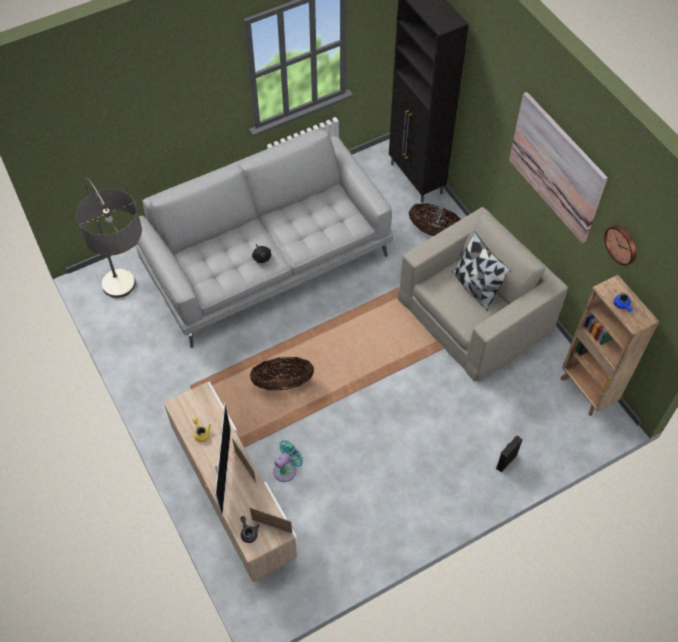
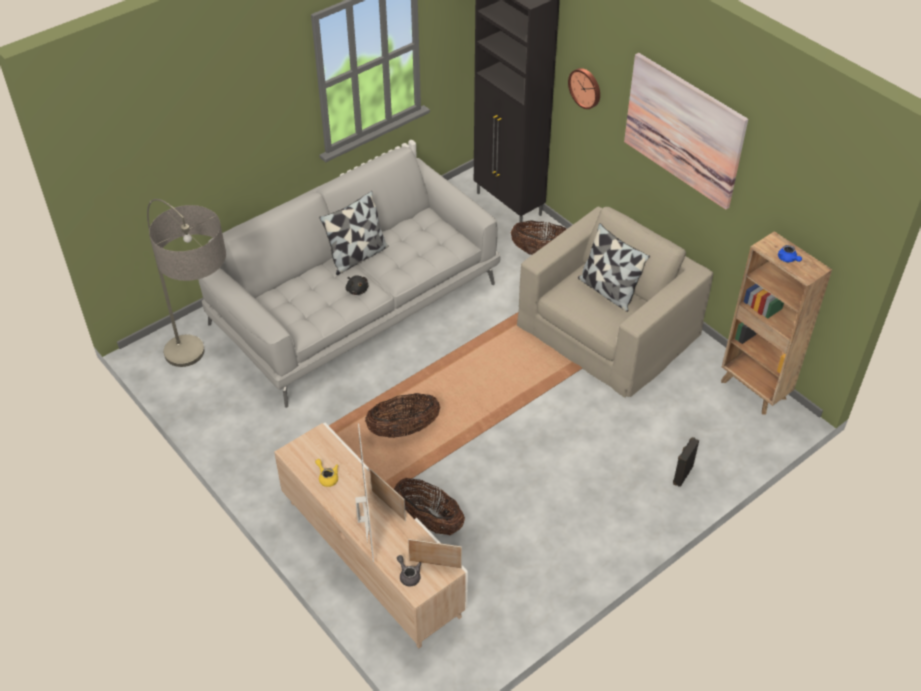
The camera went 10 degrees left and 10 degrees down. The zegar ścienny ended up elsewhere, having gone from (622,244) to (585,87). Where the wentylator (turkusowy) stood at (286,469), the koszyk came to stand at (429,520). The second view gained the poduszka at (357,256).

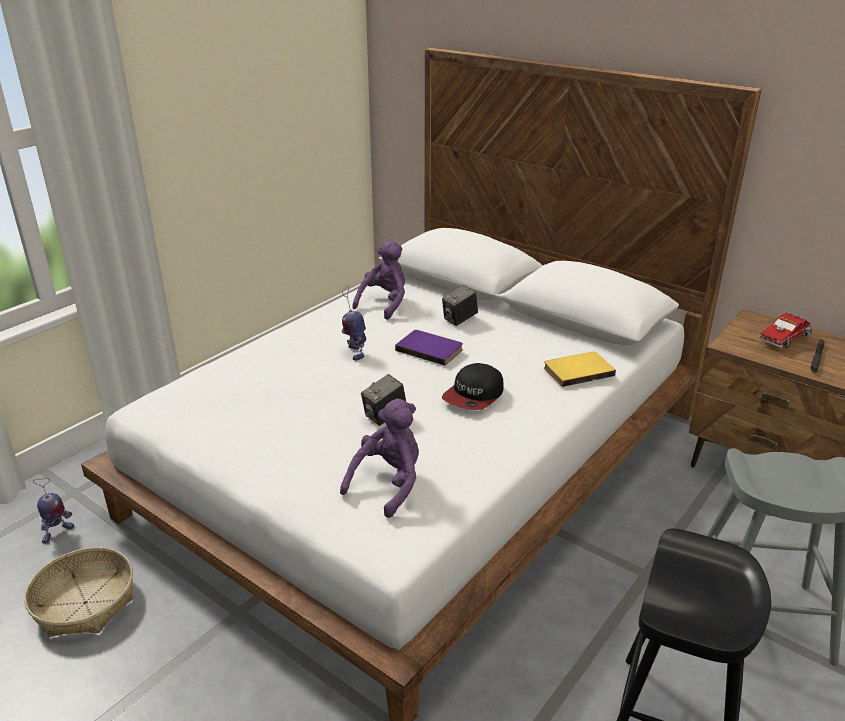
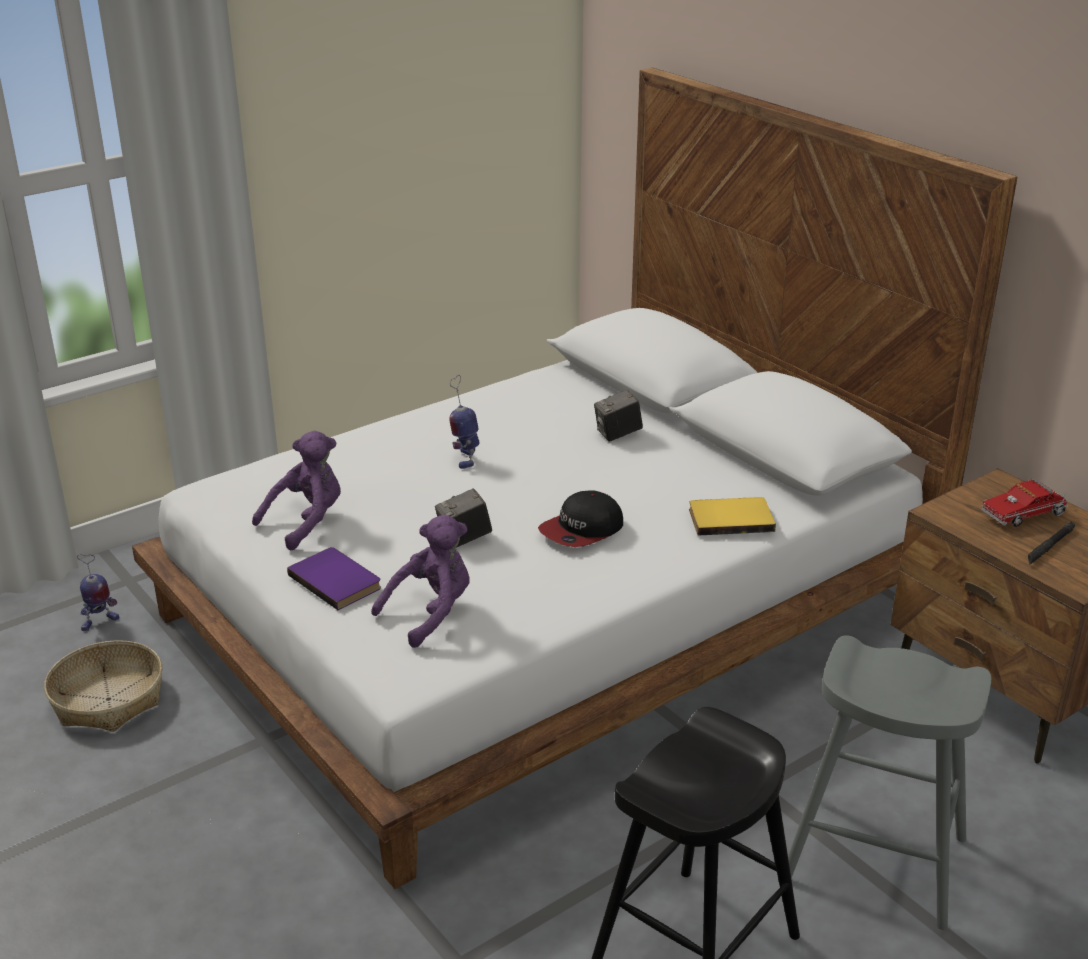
The camera went 15 degrees right and 0 degrees up. The pluszak (fioletowy) ended up elsewhere, having gone from (384,304) to (307,522). The książka (fioletowy) ended up elsewhere, having gone from (430,349) to (337,580).

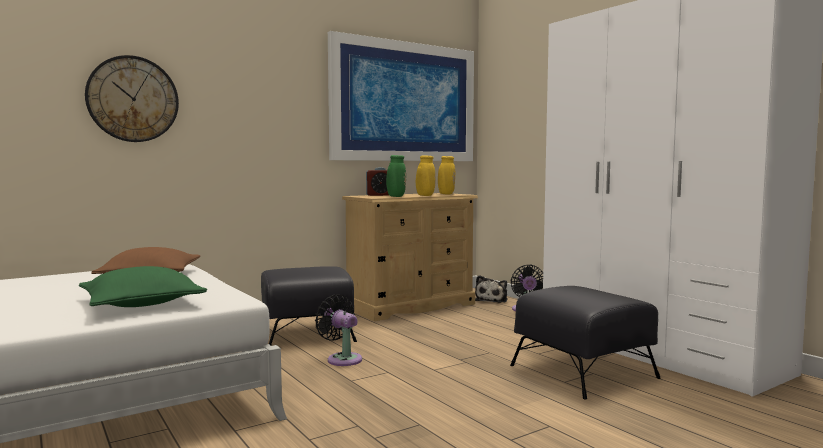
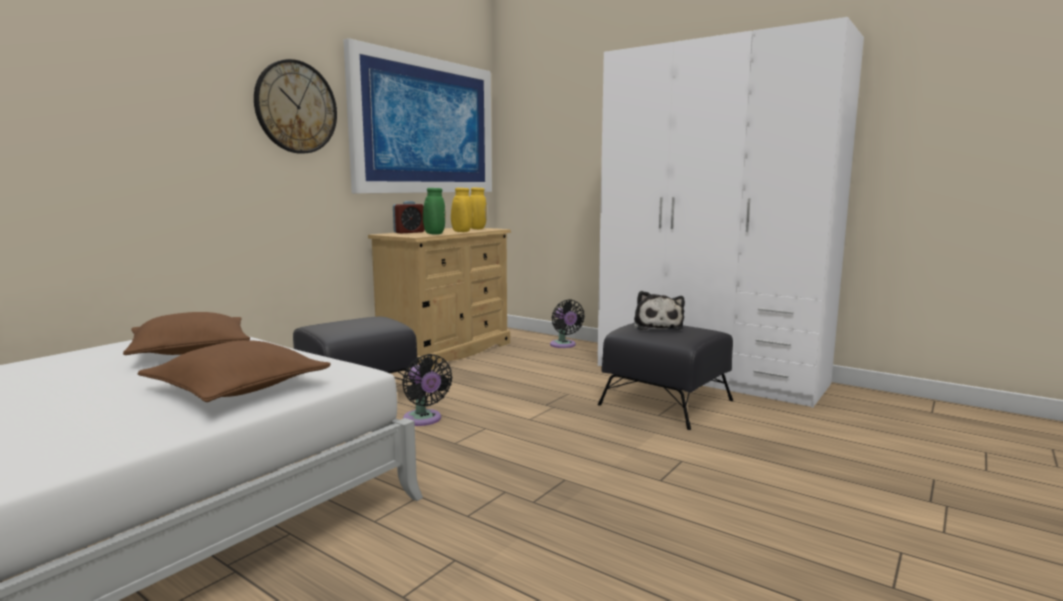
The camera went 20 degrees left and 5 degrees up. The zegar ścienny ended up elsewhere, having gone from (133,99) to (296,107). What was the poduszka (zielony) at (142,303) turned into the poduszka (brązowy) at (238,389). The pluszak ended up elsewhere, having gone from (492,300) to (657,326). The wentylator (czarny) at (342,359) ended up facing another way, 150 degrees counterclockwise from before.

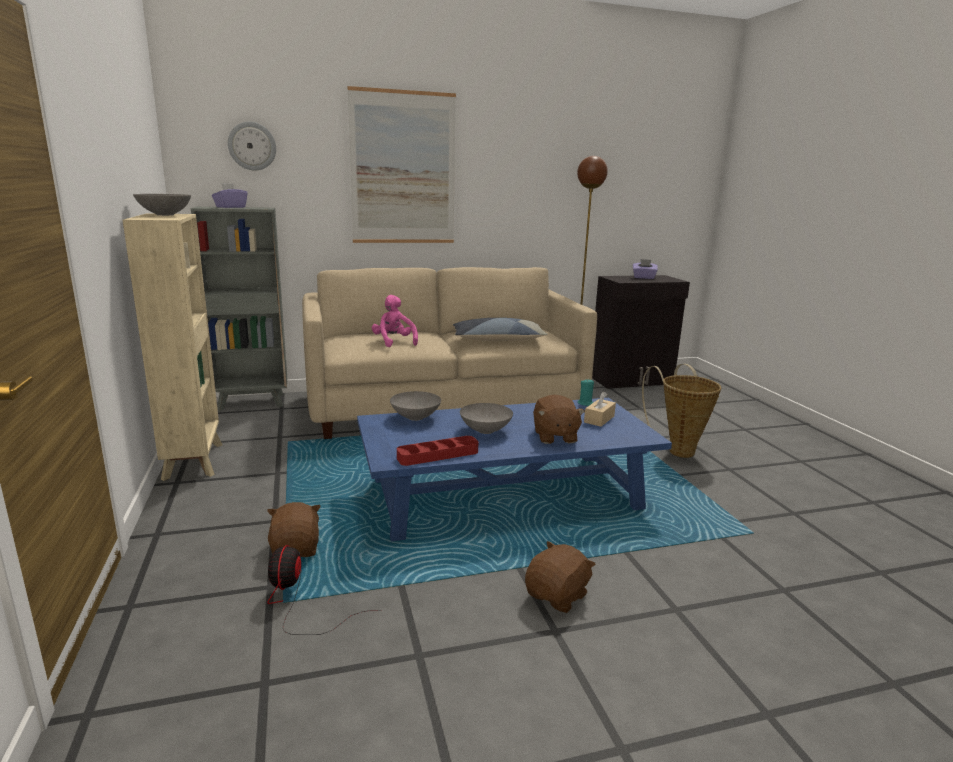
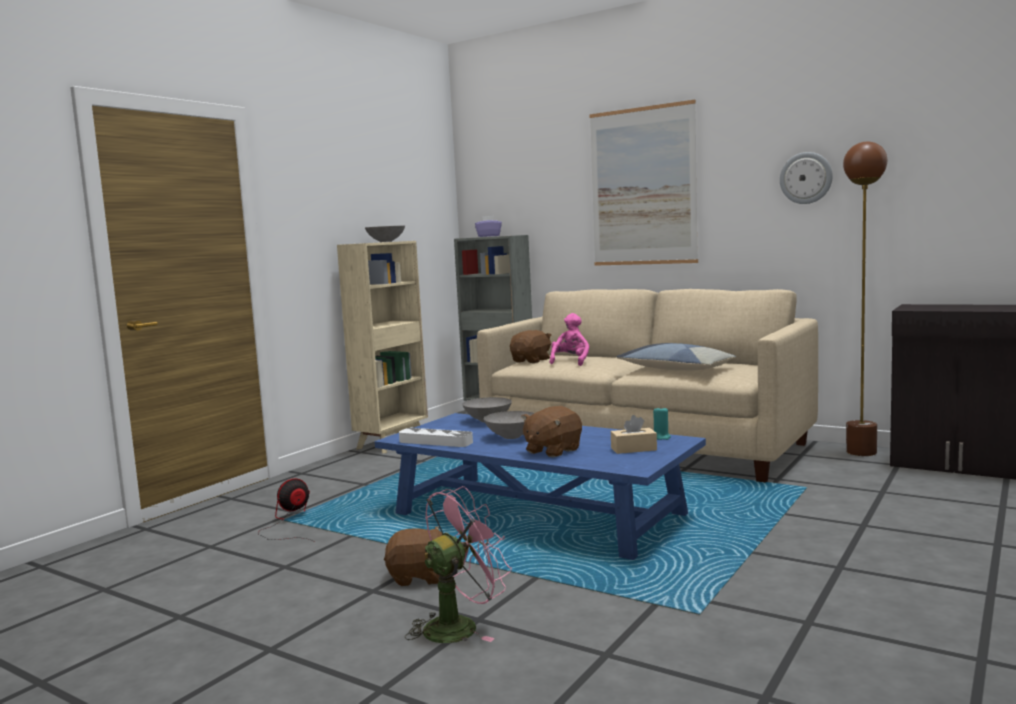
The camera went 50 degrees right and 10 degrees down. The zegar ścienny ended up elsewhere, having gone from (252,146) to (806,178). The second view lost the pudełko chusteczek (fioletowy) at (643,278). The second view lost the koszyk at (678,450). What was the taca (czerwony) at (438,455) turned into the taca (biały) at (435,442). The pluszak (brązowy) ended up elsewhere, having gone from (296,549) to (531,361). The second view gained the wentylator (różowy) at (459,626).

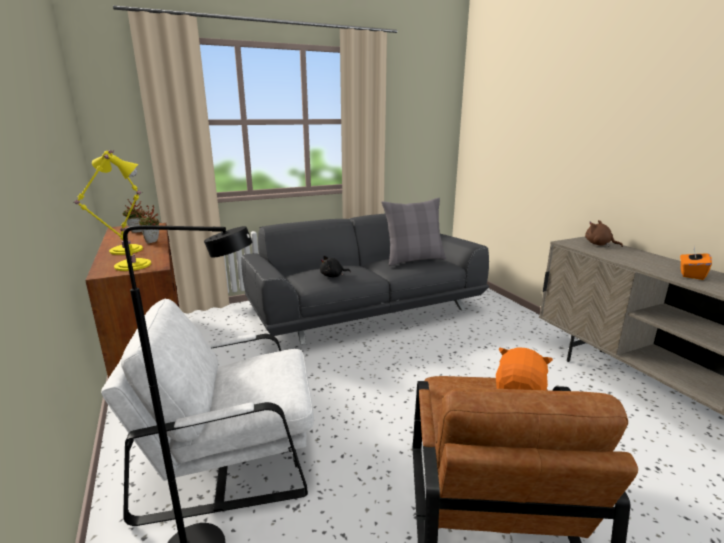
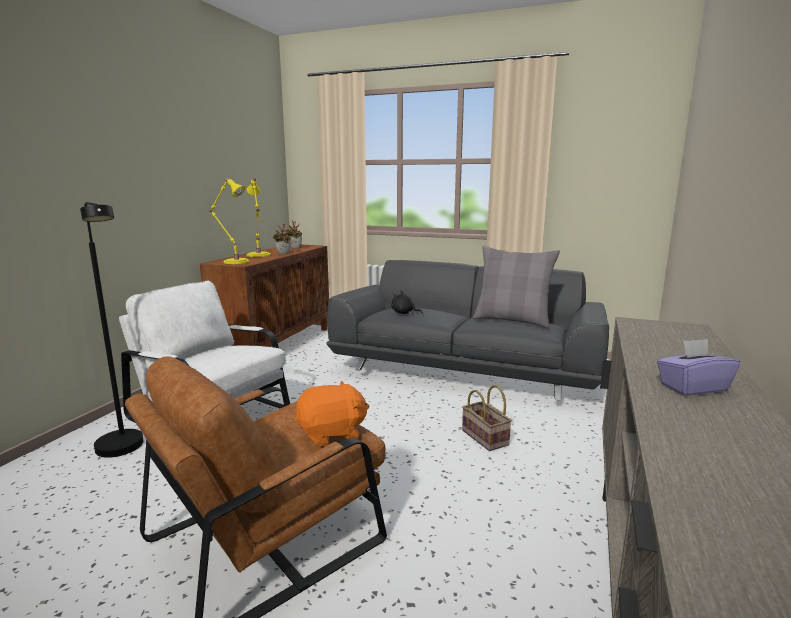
The camera went 45 degrees right and 5 degrees down. The second view lost the pluszak (brązowy) at (599,244). What was the pudełko chusteczek (pomarańczowy) at (691,274) turned into the pudełko chusteczek (fioletowy) at (692,388). The second view gained the koszyk at (486,438).

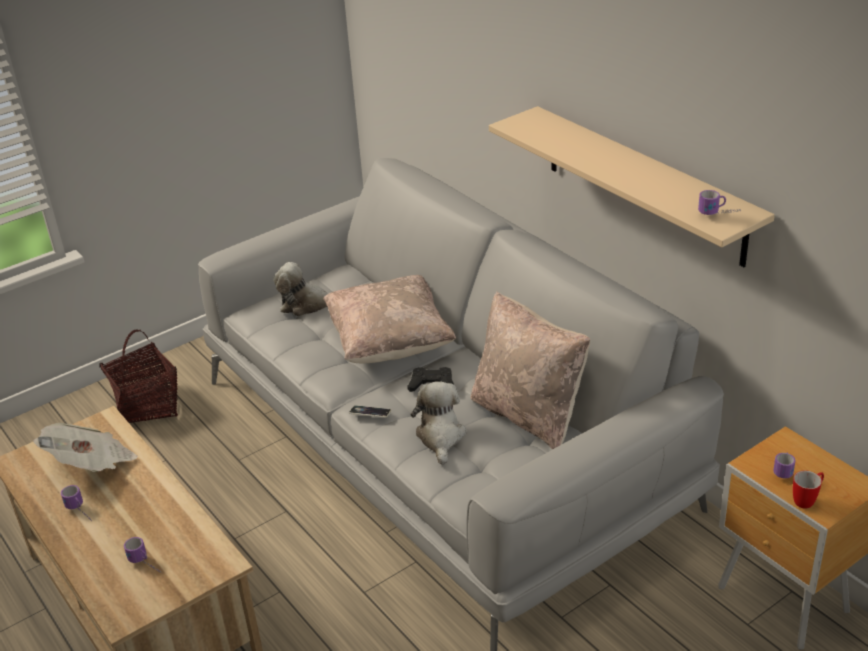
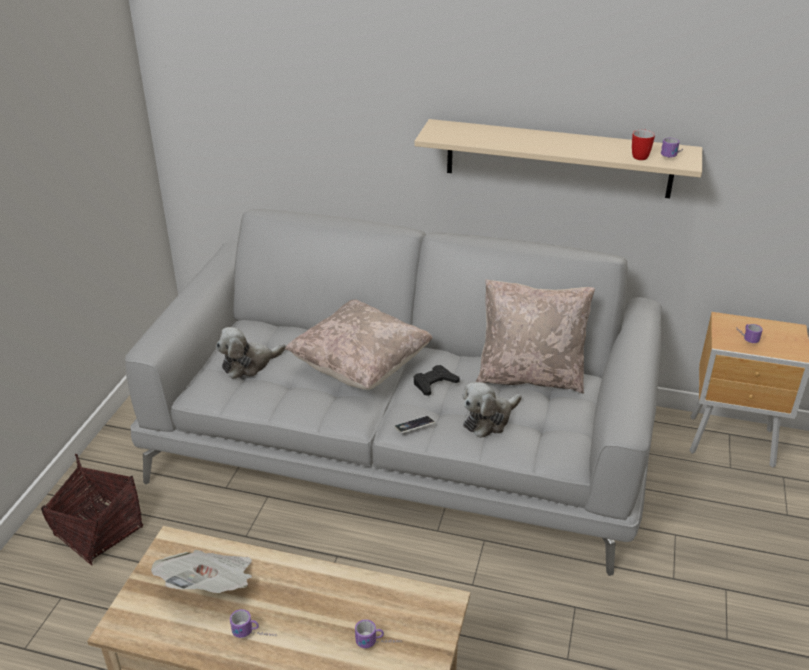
The camera went 40 degrees left and 0 degrees up. The pluszak at (440,437) ended up facing another way, 90 degrees counterclockwise from before. The kubek ended up elsewhere, having gone from (807,500) to (640,155).

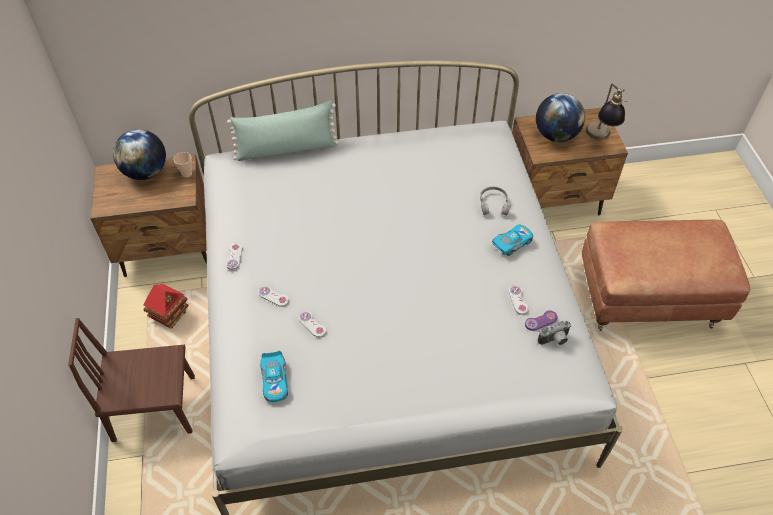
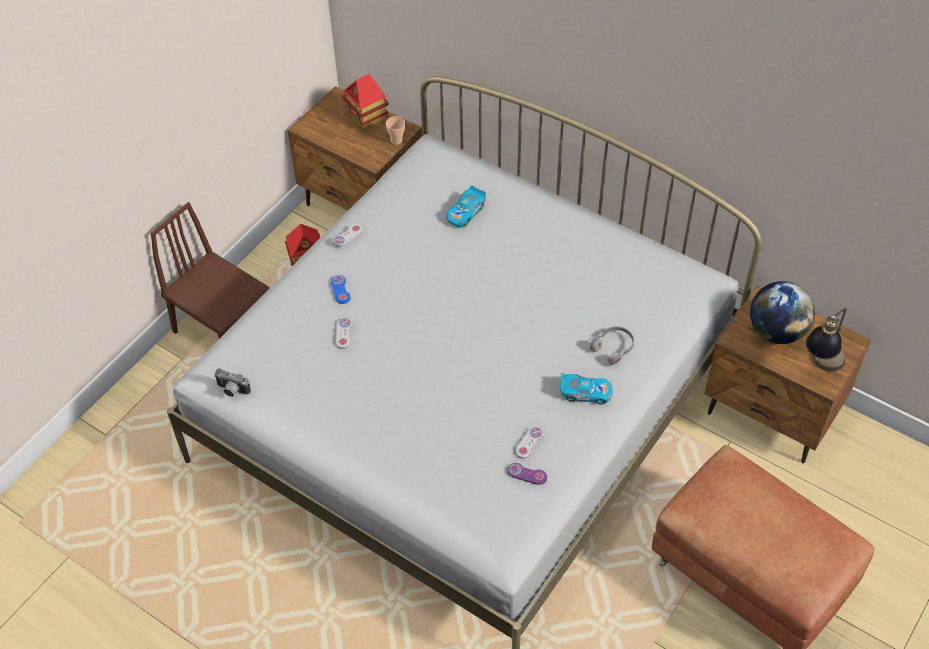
The camera went 45 degrees right and 0 degrees up. The second view lost the poduszka (zielony) at (286,149). Where the globus stood at (146,172), the domek came to stand at (367,118). What was the pad do gier (biały) at (273,297) turned into the pad do gier (niebieski) at (340,290). The aparat fotograficzny ended up elsewhere, having gone from (554,340) to (232,391). The samochodzik ended up elsewhere, having gone from (275,381) to (465,212).

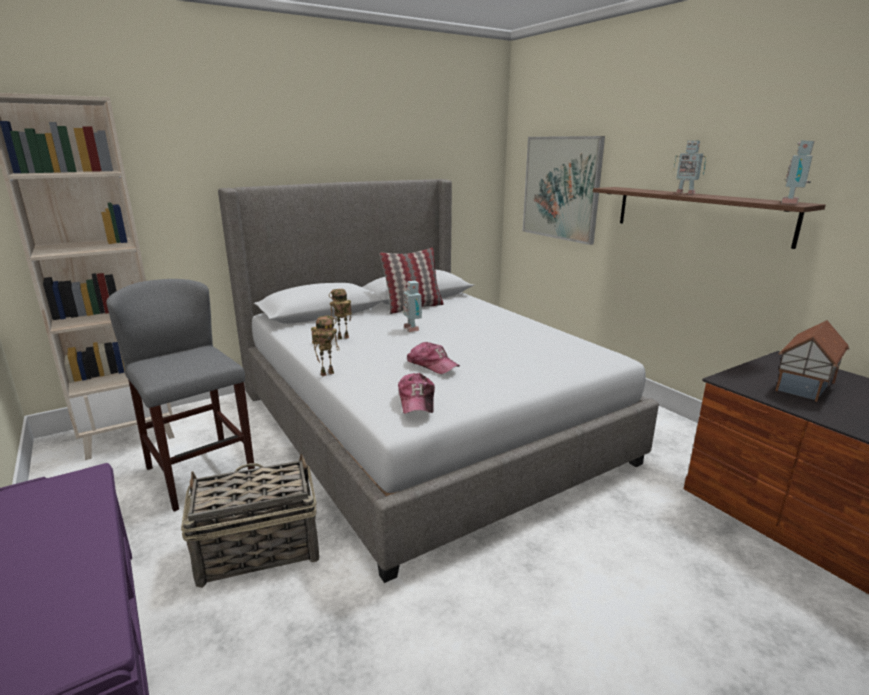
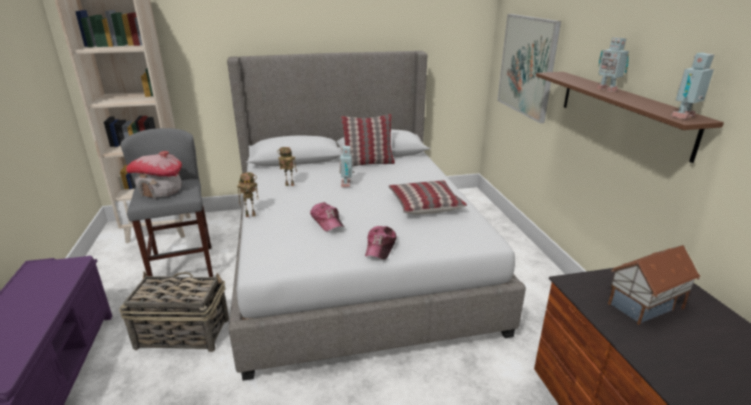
The camera went 20 degrees right and 5 degrees up. The czapka z daszkiem ended up elsewhere, having gone from (417,401) to (380,247). The second view gained the domek at (161,191). The second view gained the poduszka at (424,204).

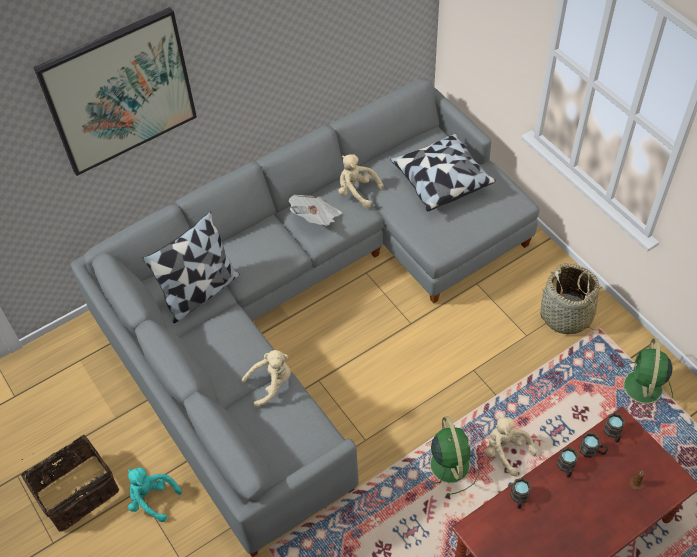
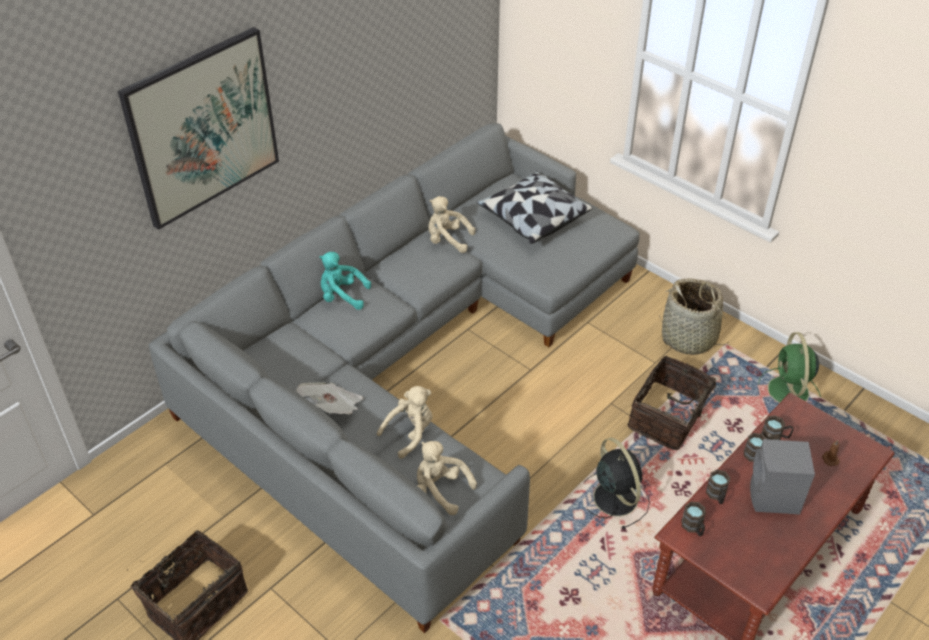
The camera went 15 degrees left and 10 degrees down. The gazeta ended up elsewhere, having gone from (316,218) to (332,408). The second view lost the poduszka at (200,292). The kubek (brązowy) ended up elsewhere, having gone from (613,433) to (693,527). What was the wentylator (zielony) at (449,463) turned into the wentylator (czarny) at (614,497). The pluszak (beżowy) ended up elsewhere, having gone from (505,451) to (440,490). The pluszak (turkusowy) ended up elsewhere, having gone from (152,499) to (342,296). The second view gained the koszyk at (668,418). The second view gained the głośnik (szary) at (774,498).

